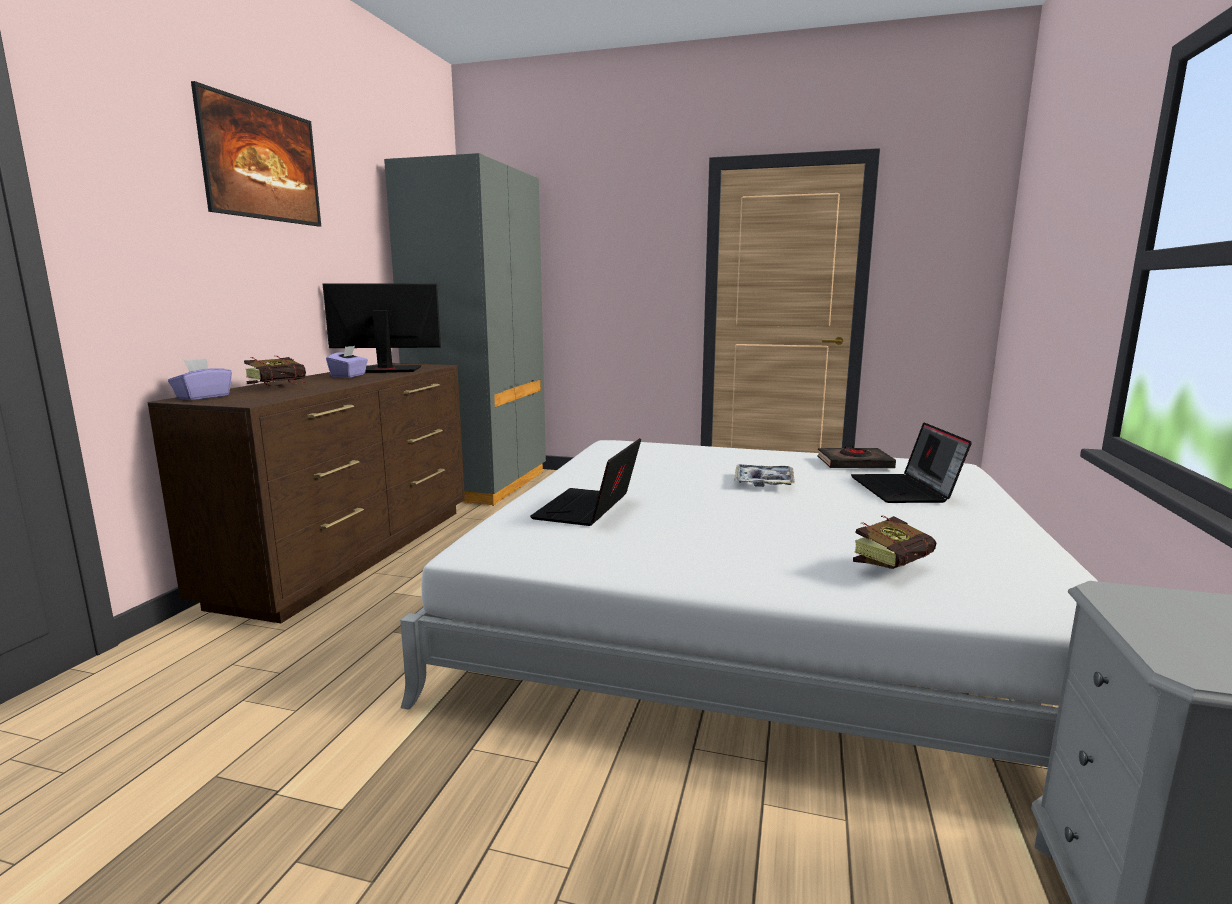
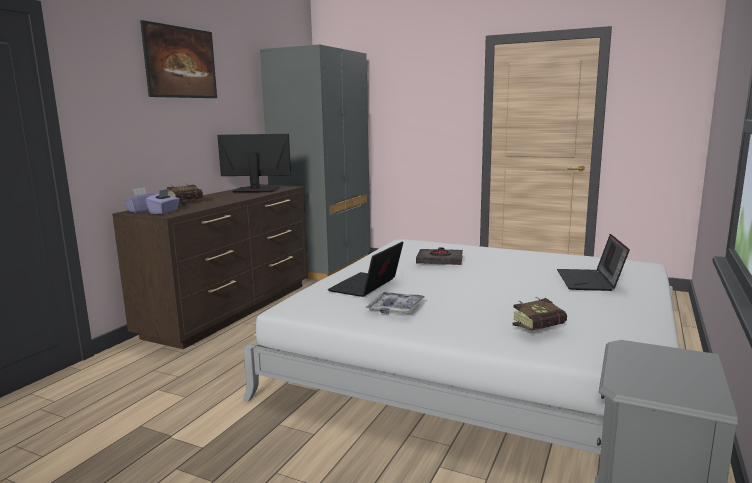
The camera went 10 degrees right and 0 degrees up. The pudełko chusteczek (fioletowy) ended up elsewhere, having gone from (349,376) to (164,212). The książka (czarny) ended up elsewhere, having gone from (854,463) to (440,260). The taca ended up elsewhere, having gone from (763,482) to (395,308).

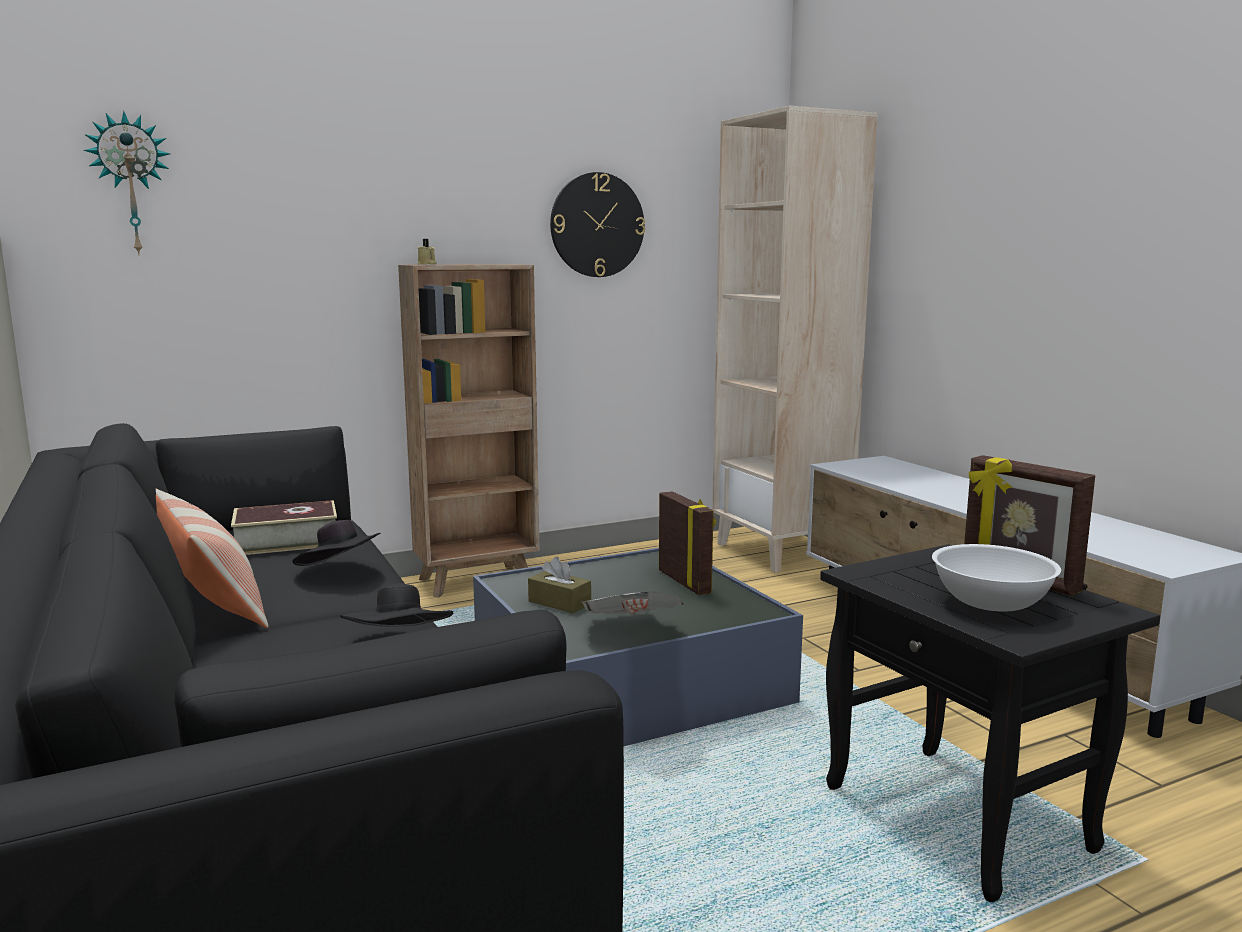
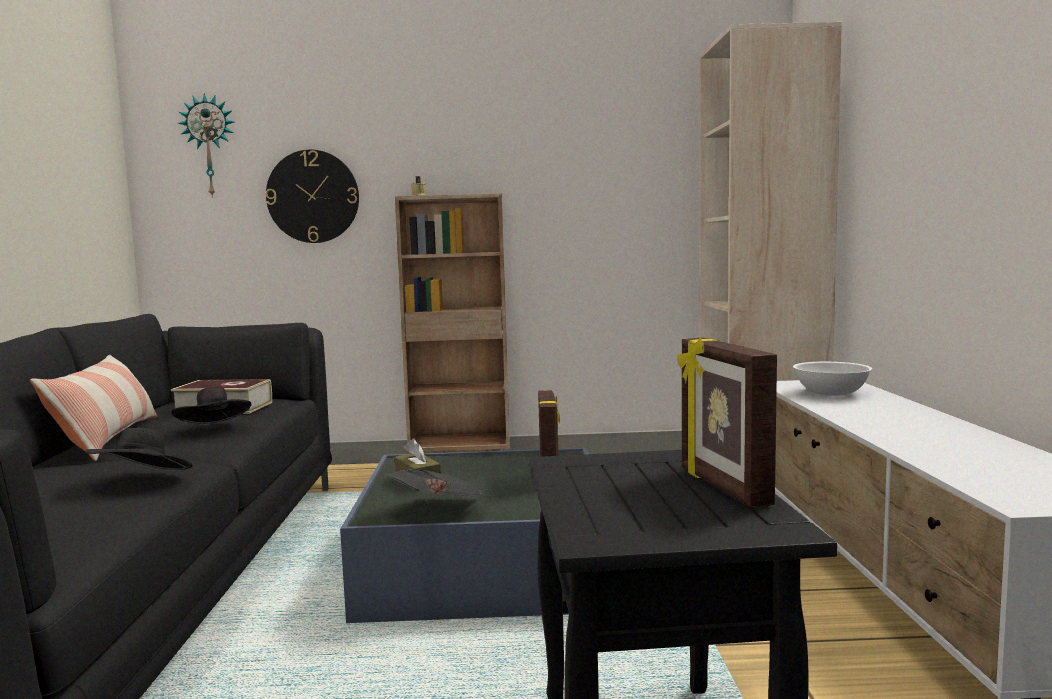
The camera went 25 degrees right and 5 degrees down. The zegar ścienny ended up elsewhere, having gone from (597,225) to (313,196). The miska (biały) ended up elsewhere, having gone from (992,603) to (831,393).

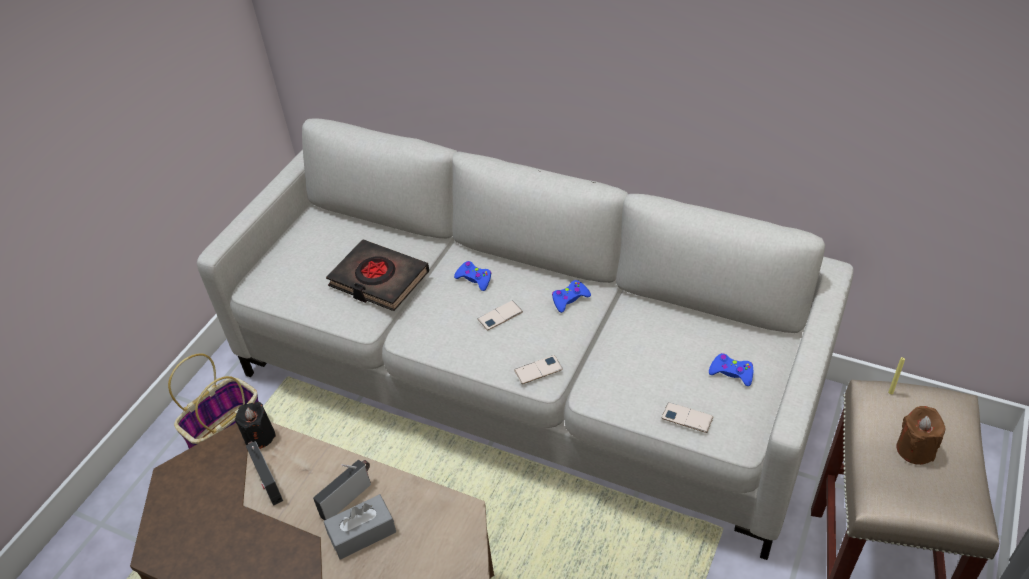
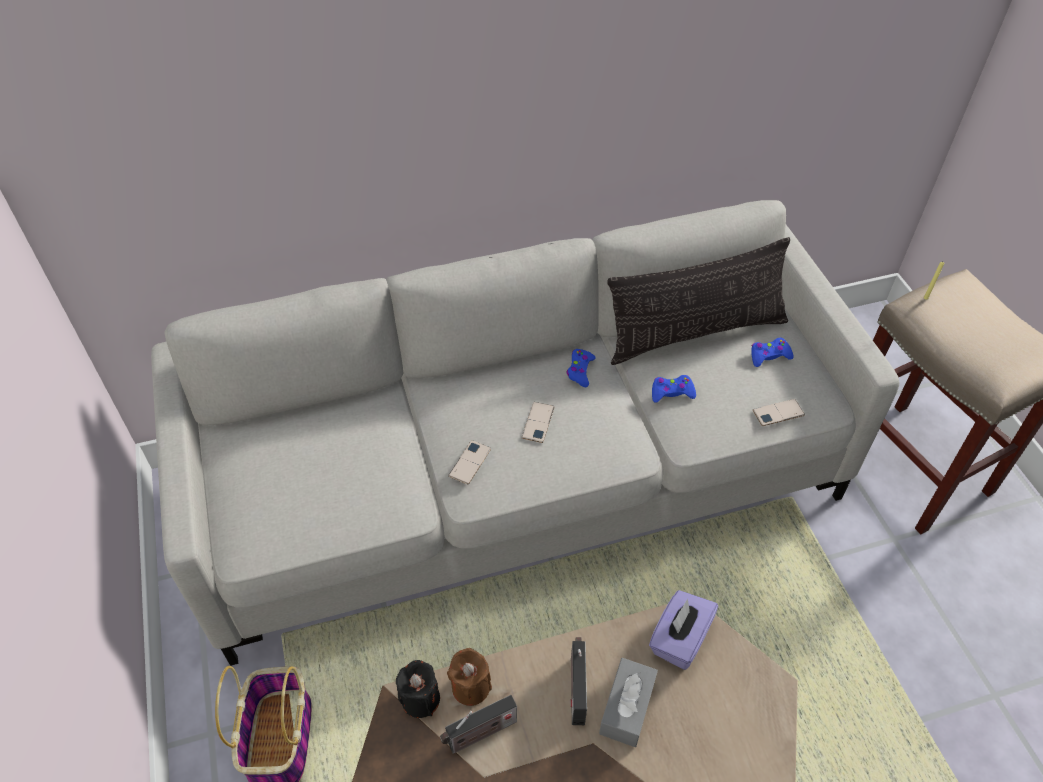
The camera went 45 degrees left and 5 degrees up. The second view lost the książka (czarny) at (378,280). The pad do gier (niebieski) ended up elsewhere, having gone from (474,279) to (671,392). The telefon ended up elsewhere, having gone from (538,370) to (470,462). The świeca (brązowy) ended up elsewhere, having gone from (915,449) to (470,687). The radio at (266,480) ended up facing another way, 45 degrees counterclockwise from before. The second view gained the poduszka at (695,334). The second view gained the pudełko chusteczek (fioletowy) at (679,639).

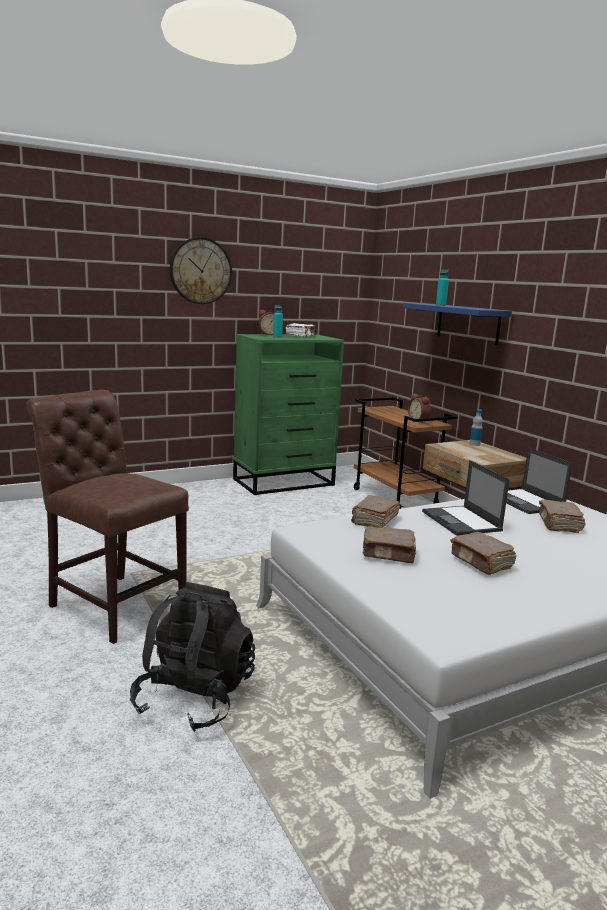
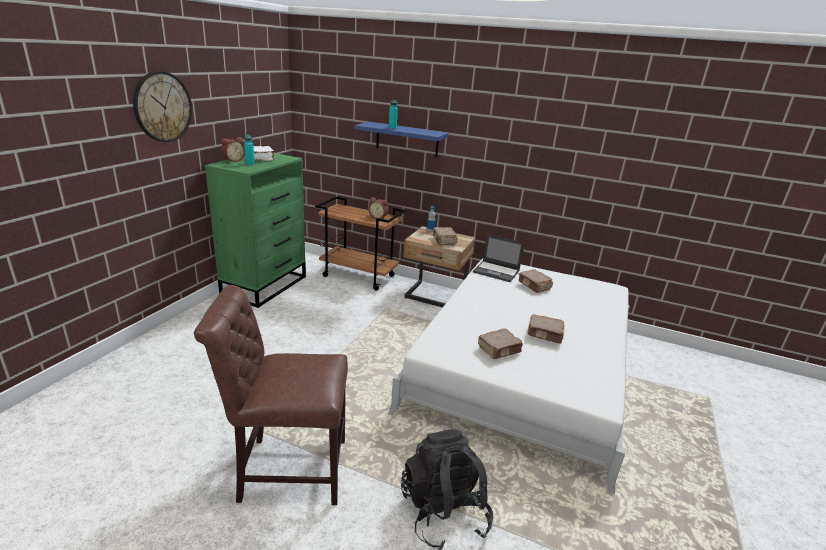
The camera went 40 degrees left and 10 degrees up. The second view lost the laptop at (462,521). The książka (brązowy) ended up elsewhere, having gone from (374,520) to (444,241).

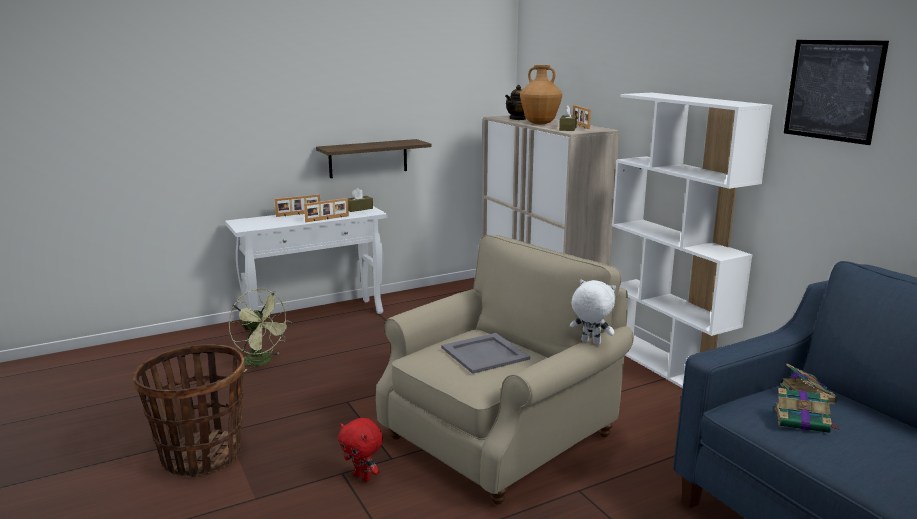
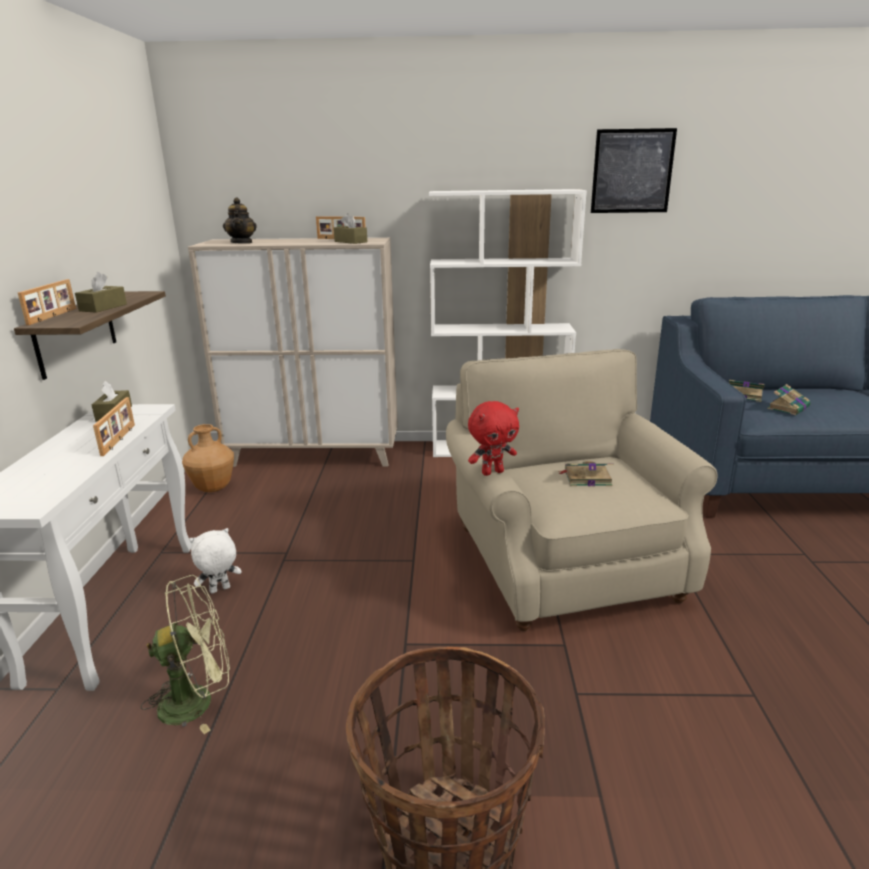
The camera went 60 degrees left and 5 degrees up. The wazon (brązowy) ended up elsewhere, having gone from (539,123) to (213,488). The ramka na zdjęcie ended up elsewhere, having gone from (298,214) to (53,316). The pluszak (biały) ended up elsewhere, having gone from (590,343) to (220,590). Where the taca (szary) stood at (484,353), the książka came to stand at (586,478). The pluszak (czerwony) ended up elsewhere, having gone from (362,477) to (492,472). The second view gained the pudełko chusteczek (brązowy) at (103,307).

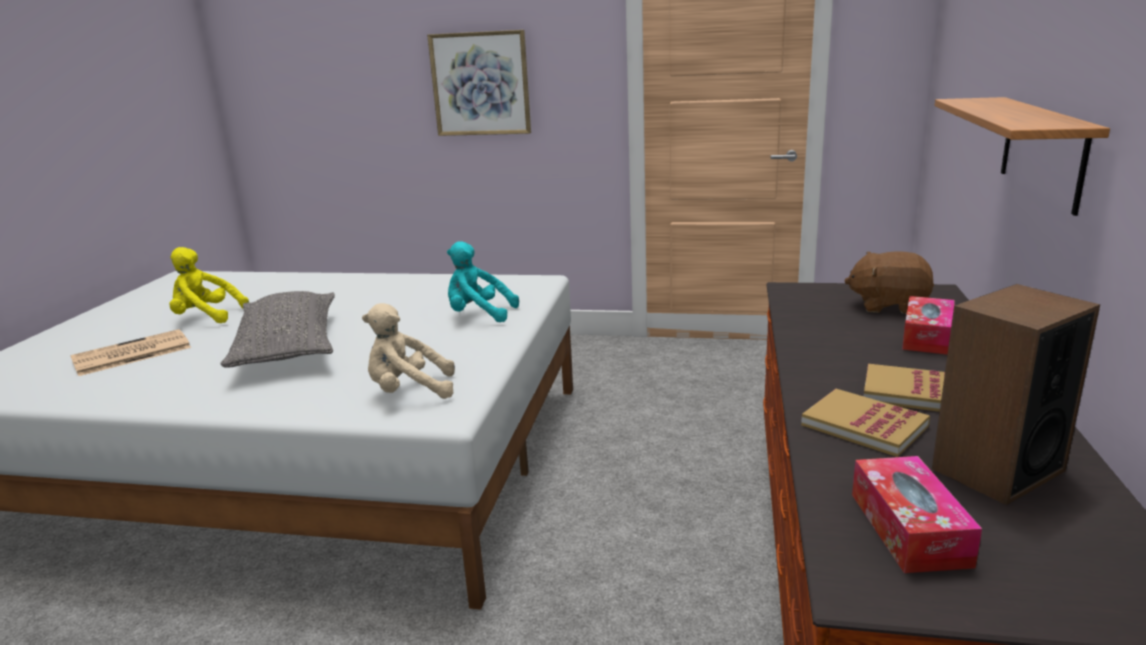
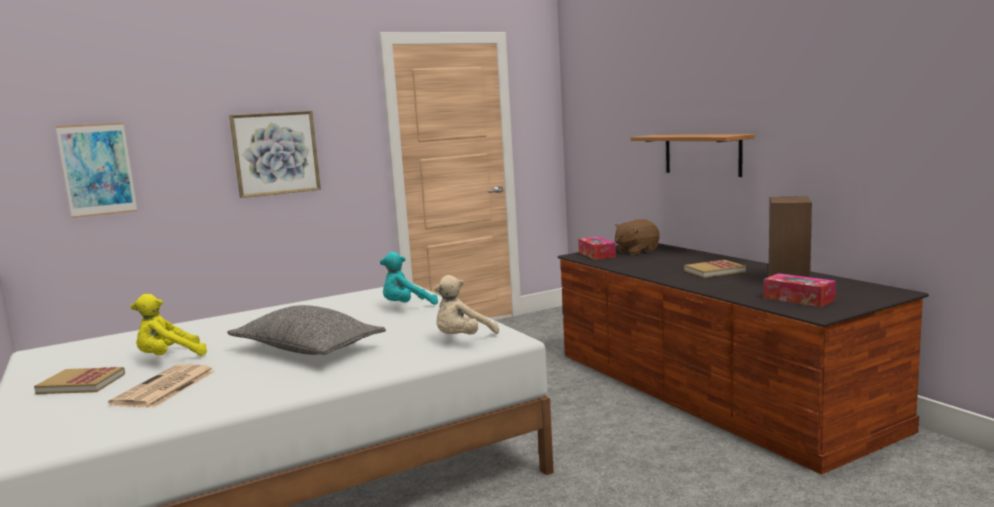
The camera went 40 degrees left and 10 degrees down. The pudełko chusteczek ended up elsewhere, having gone from (927,336) to (596,255). The książka ended up elsewhere, having gone from (864,425) to (81,384). The second view gained the obraz at (97,169).

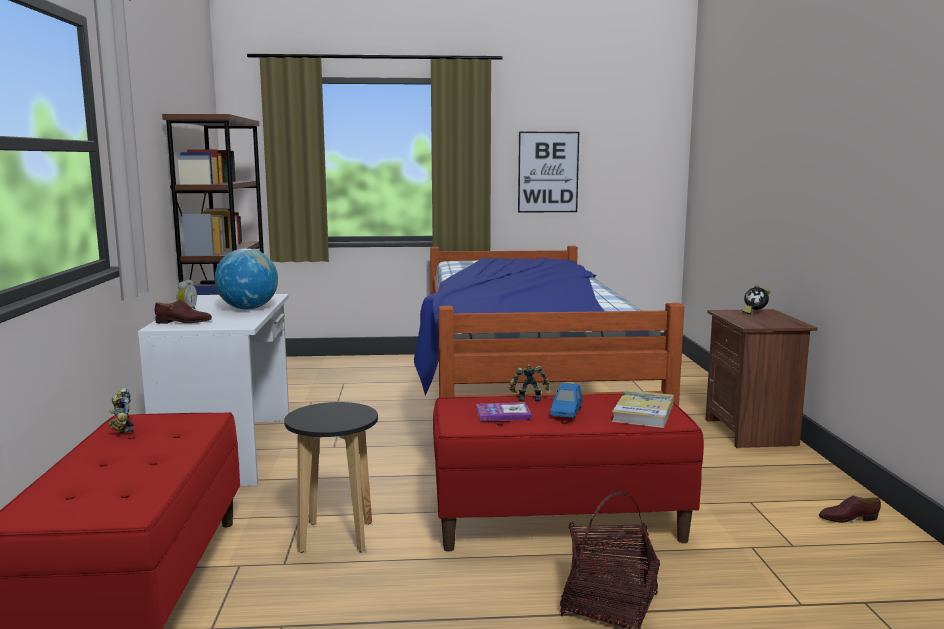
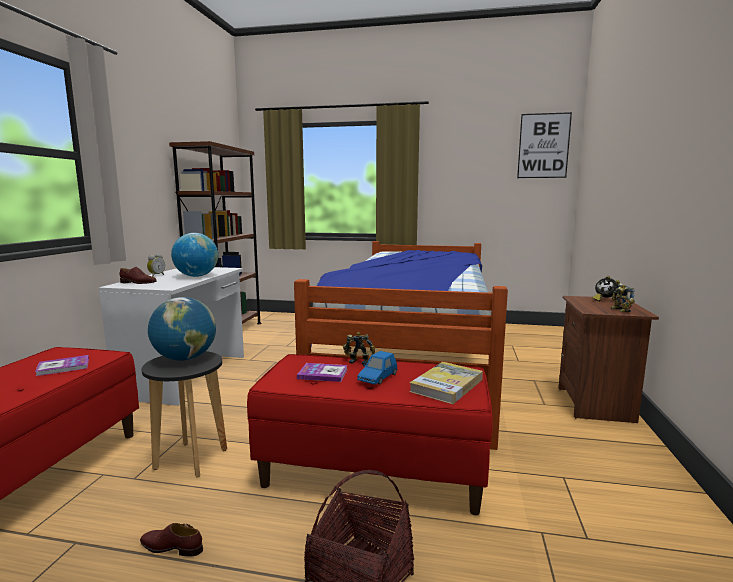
The camera went 15 degrees right and 0 degrees up. The obraz ended up elsewhere, having gone from (548,172) to (543,146). The robot zabawkowy ended up elsewhere, having gone from (121,429) to (619,310). The but (brązowy) ended up elsewhere, having gone from (848,518) to (172,547). The second view gained the globus at (185,358). The second view gained the książka at (63,367).

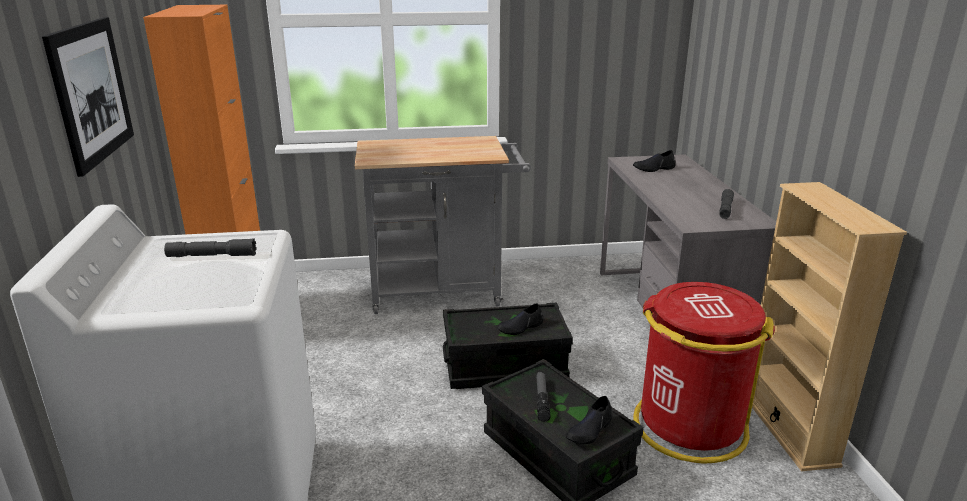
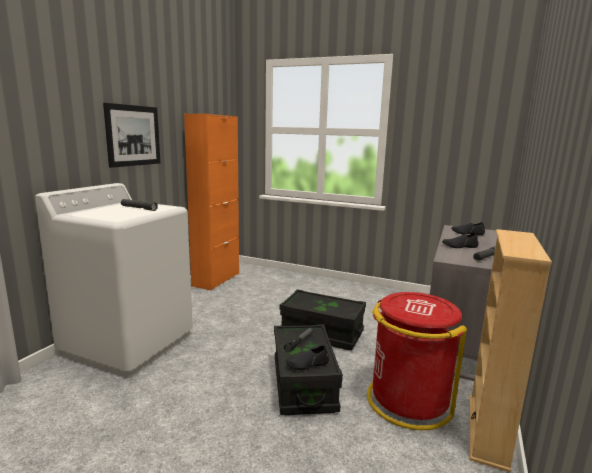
The camera went 30 degrees right and 10 degrees down. The second view lost the wózek (szary) at (444,292). The but (czarny) ended up elsewhere, having gone from (520,327) to (459,246).

